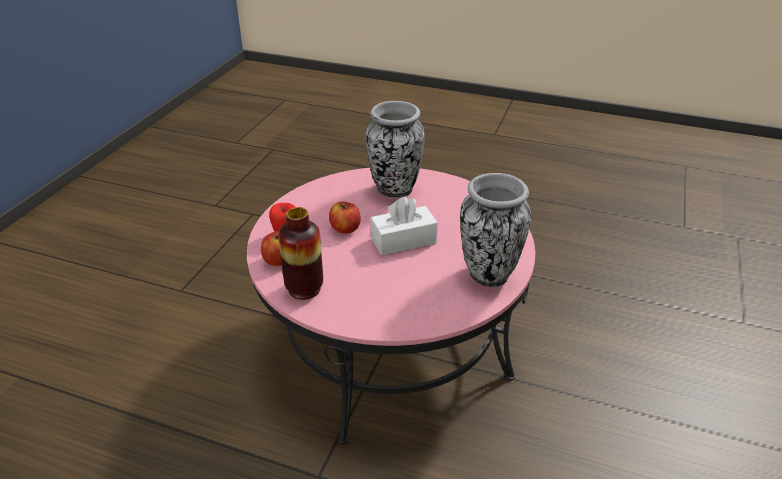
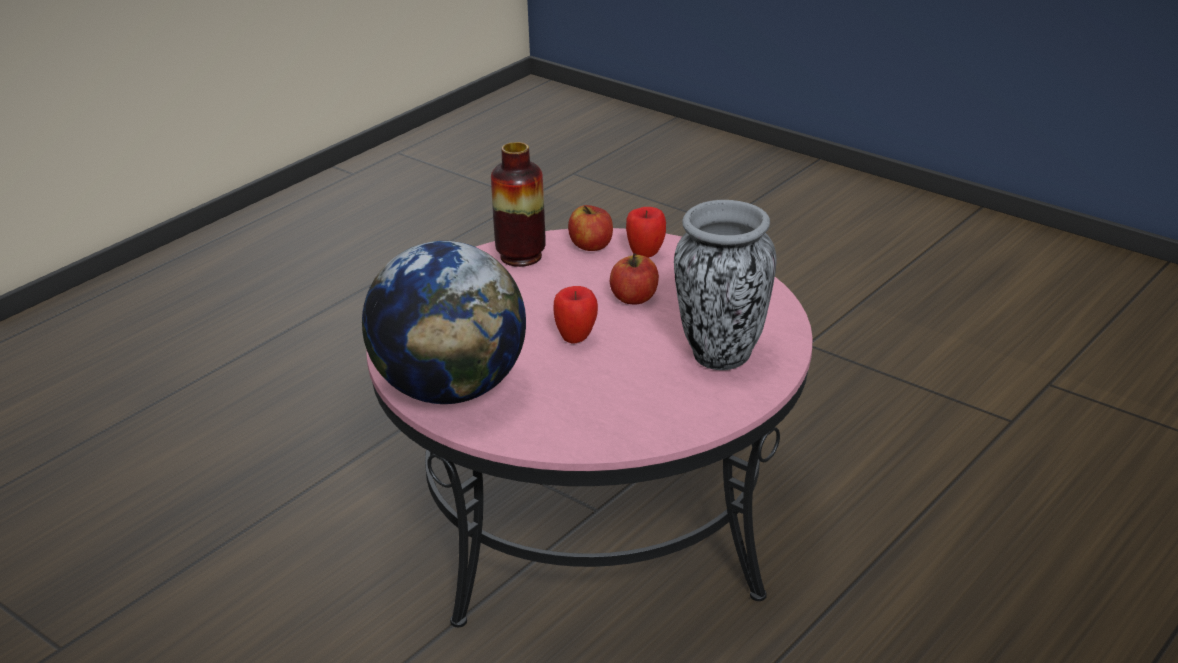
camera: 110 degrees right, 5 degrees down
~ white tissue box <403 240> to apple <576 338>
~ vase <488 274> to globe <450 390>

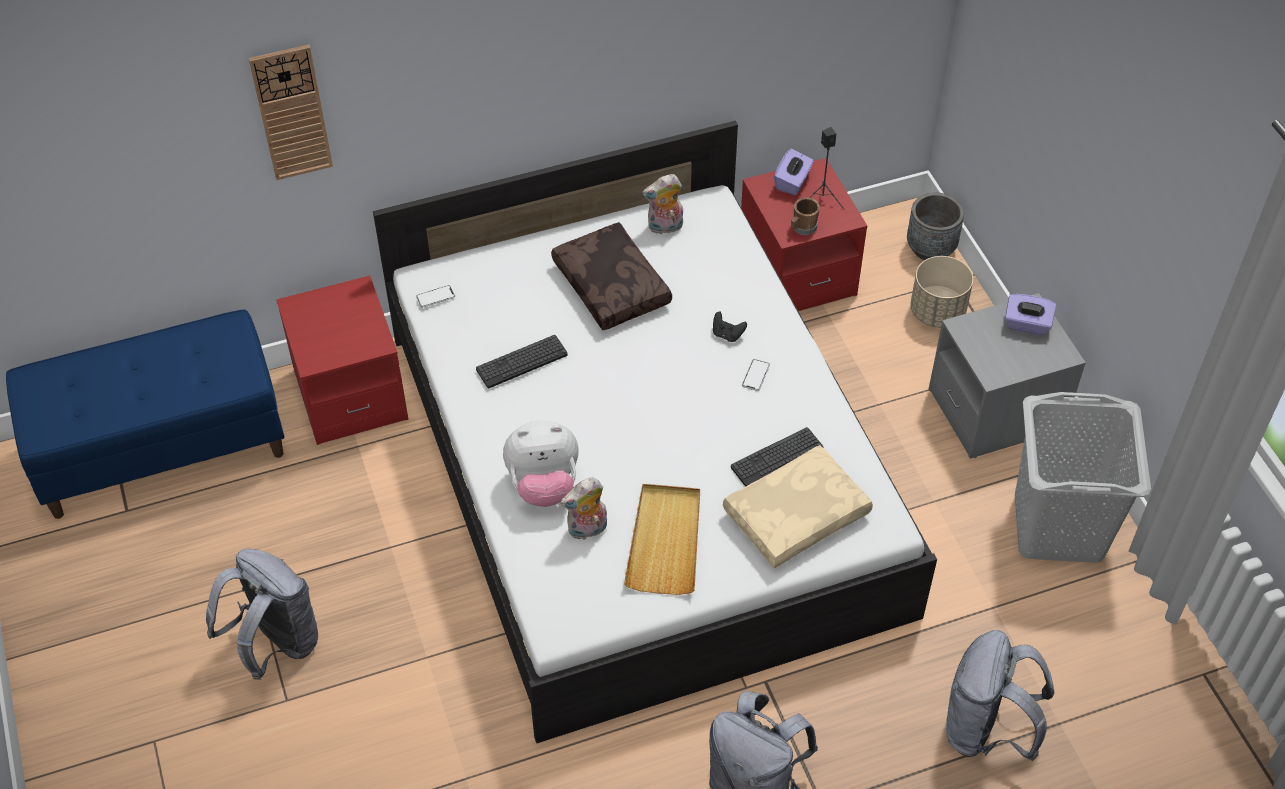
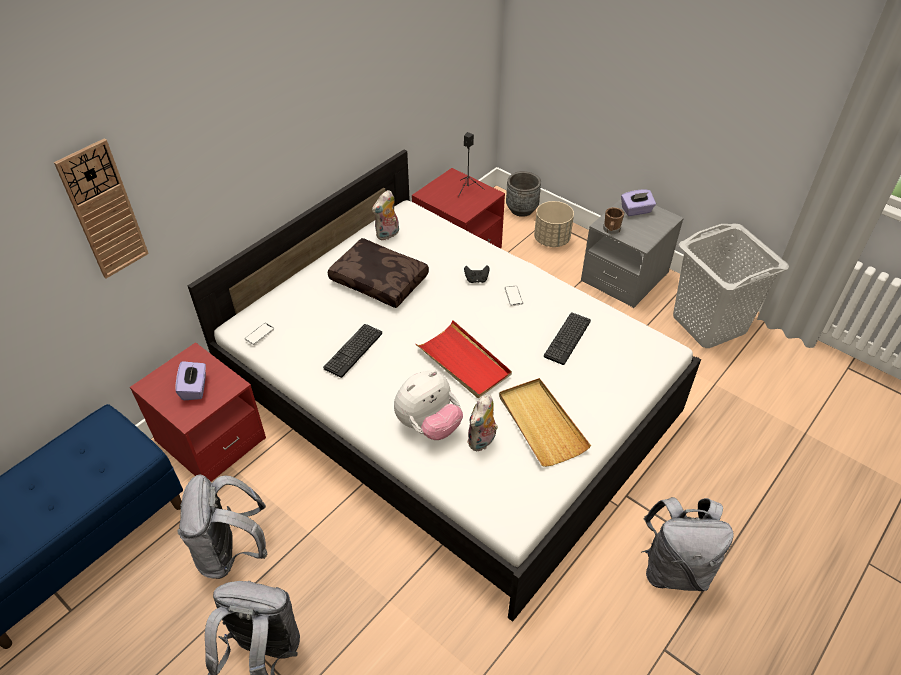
camera: 30 degrees left, 5 degrees down
- beige pillow <795 513>
+ red tray <464 362>
~ purple tissue box <792 182> to <195 388>
~ brown mug <802 228> to <611 230>
~ grey backpack <986 730> to <231 552>

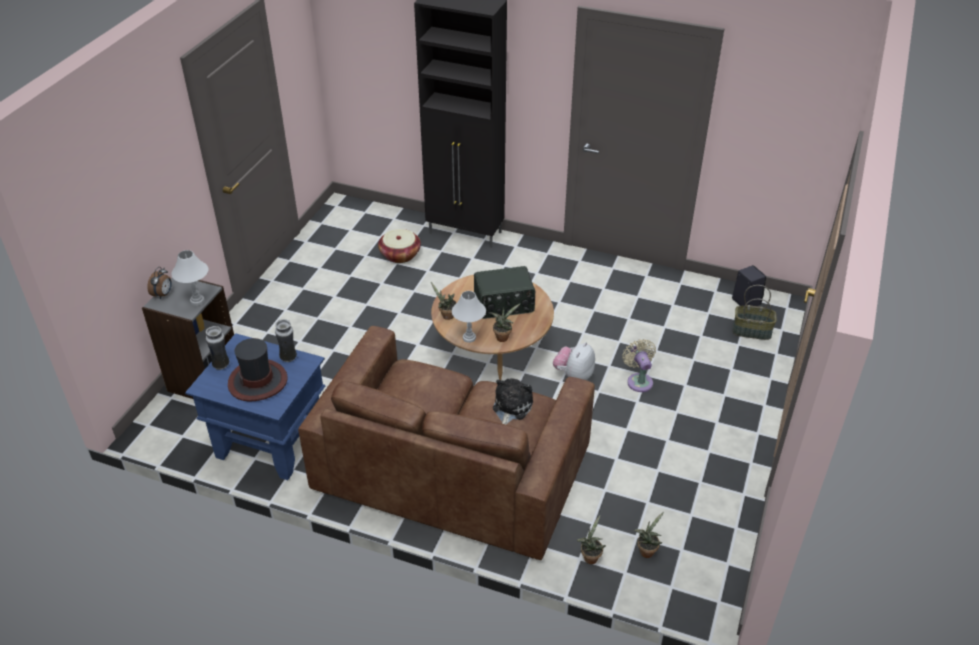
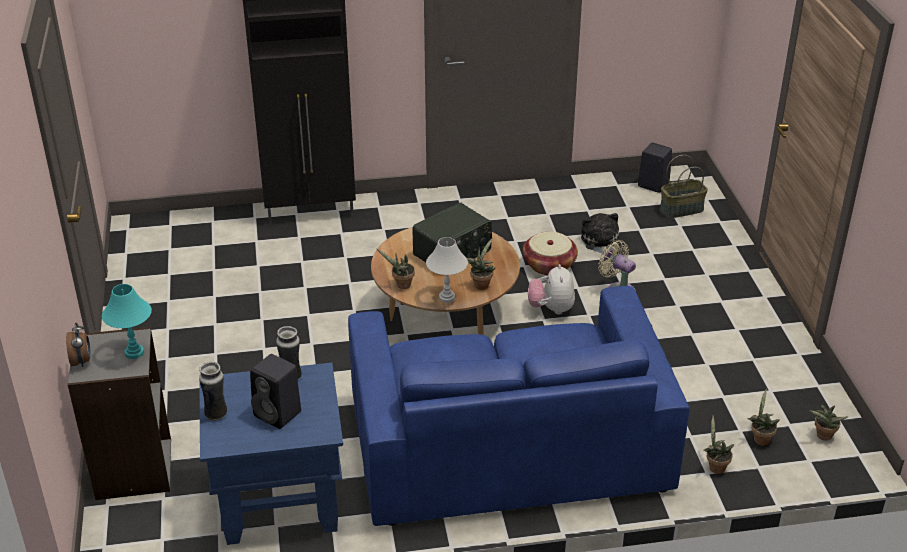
camera: 30 degrees left, 5 degrees down
+ potted plant <823 437>
~ basket <400 255> to <549 265>
~ plush toy <511 407> to <600 242>
~ hat <258 381> to black speaker <279 414>
~ white table lamp <197 300> to turquoise table lamp <134 353>
~ brown sofa <451 469> to blue sofa <507 445>

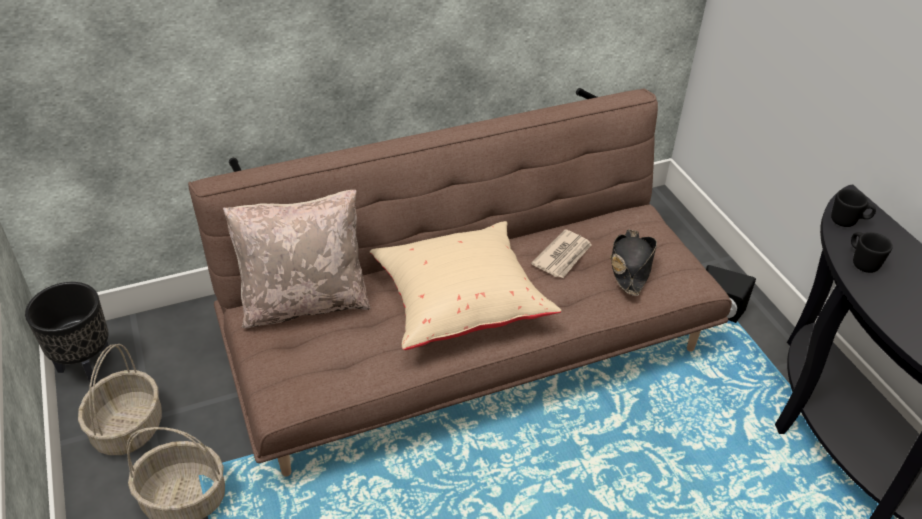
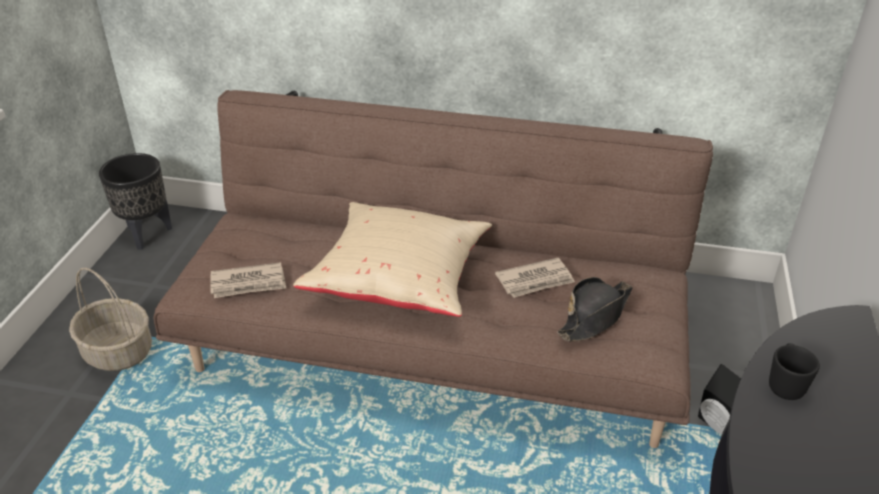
camera: 35 degrees right, 5 degrees down
- basket <128 428>
- beige pillow <305 302>
- black mug <848 222>
+ newspaper <248 283>

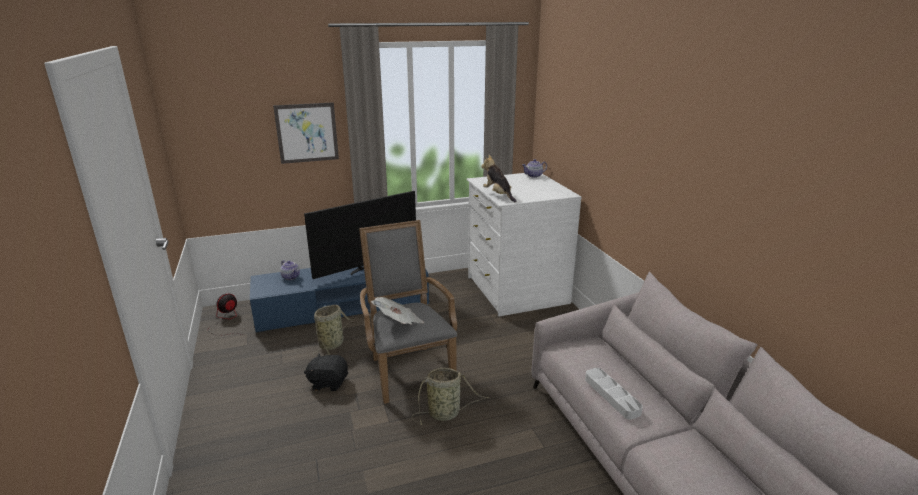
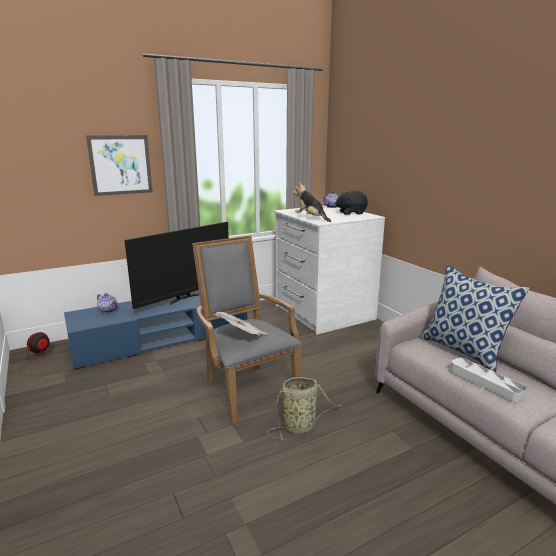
camera: 10 degrees left, 5 degrees down
- basket <332 344>
+ pillow <463 351>
~ black plush toy <328 382> to <351 213>

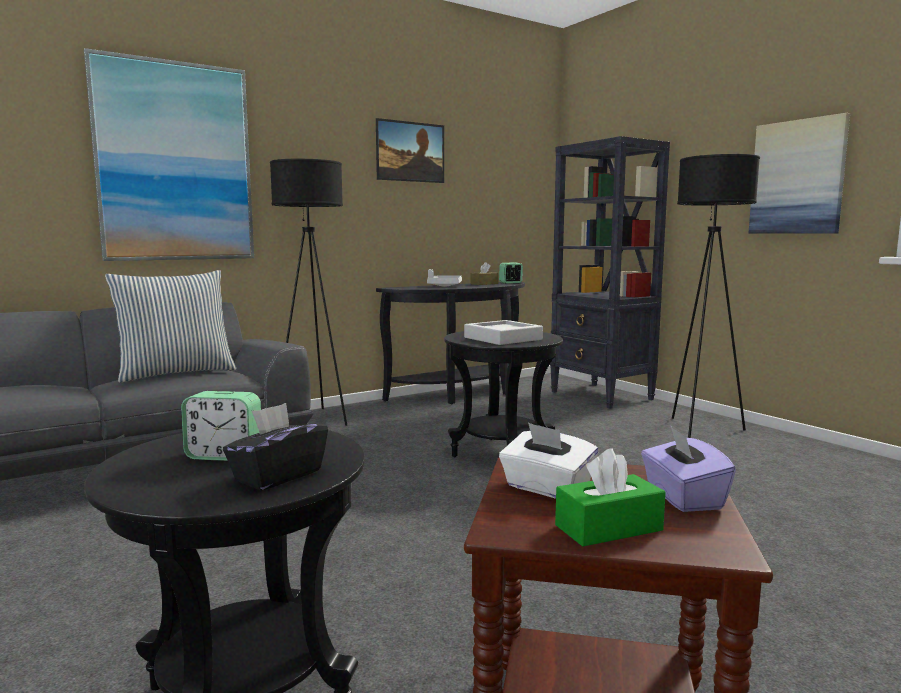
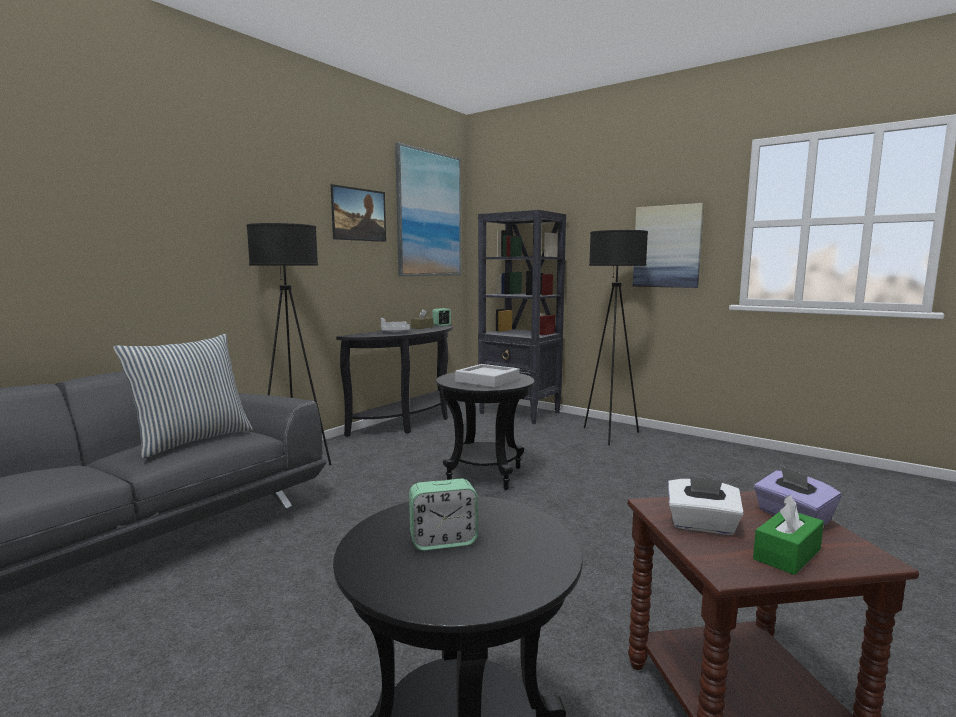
camera: 20 degrees left, 0 degrees up
- black tissue box <277 476>
~ picture <175 162> to <429 214>

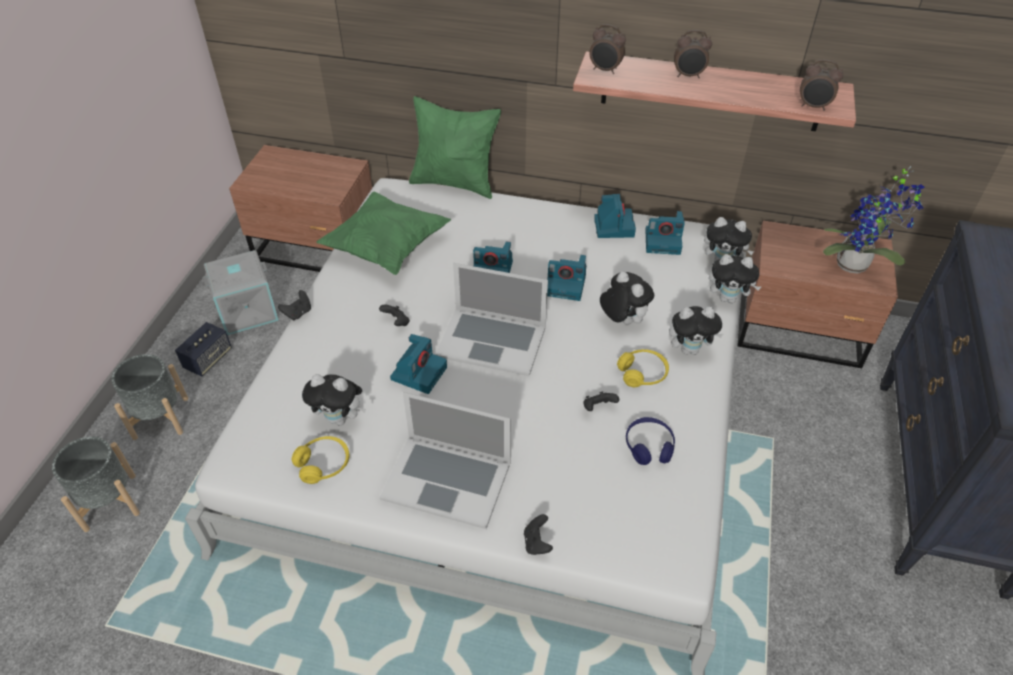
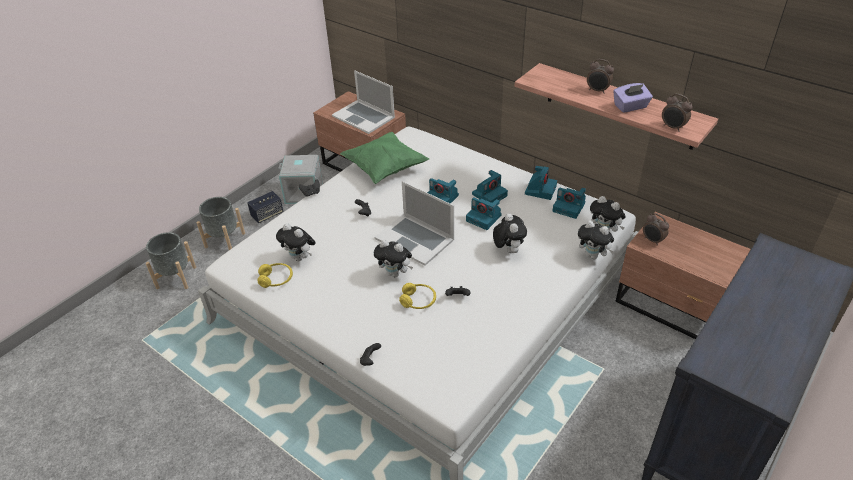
camera: 25 degrees right, 5 degrees down
- green pillow <455 183>
- blue headphones <649 446>
- potted plant <856 266>
+ purple tissue box <630 107>
~ laptop <447 480> to <363 116>
~ photo camera <419 372> to <489 194>
~ alarm clock <605 70> to <652 240>
~ yellow headphones <642 373> to <418 301>
~ plush toy <690 349> to <395 273>

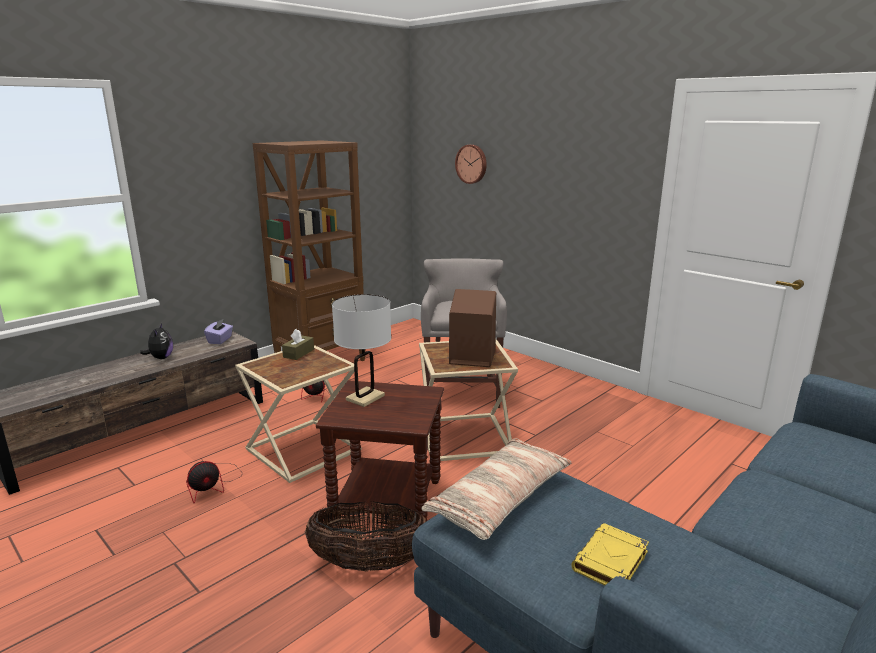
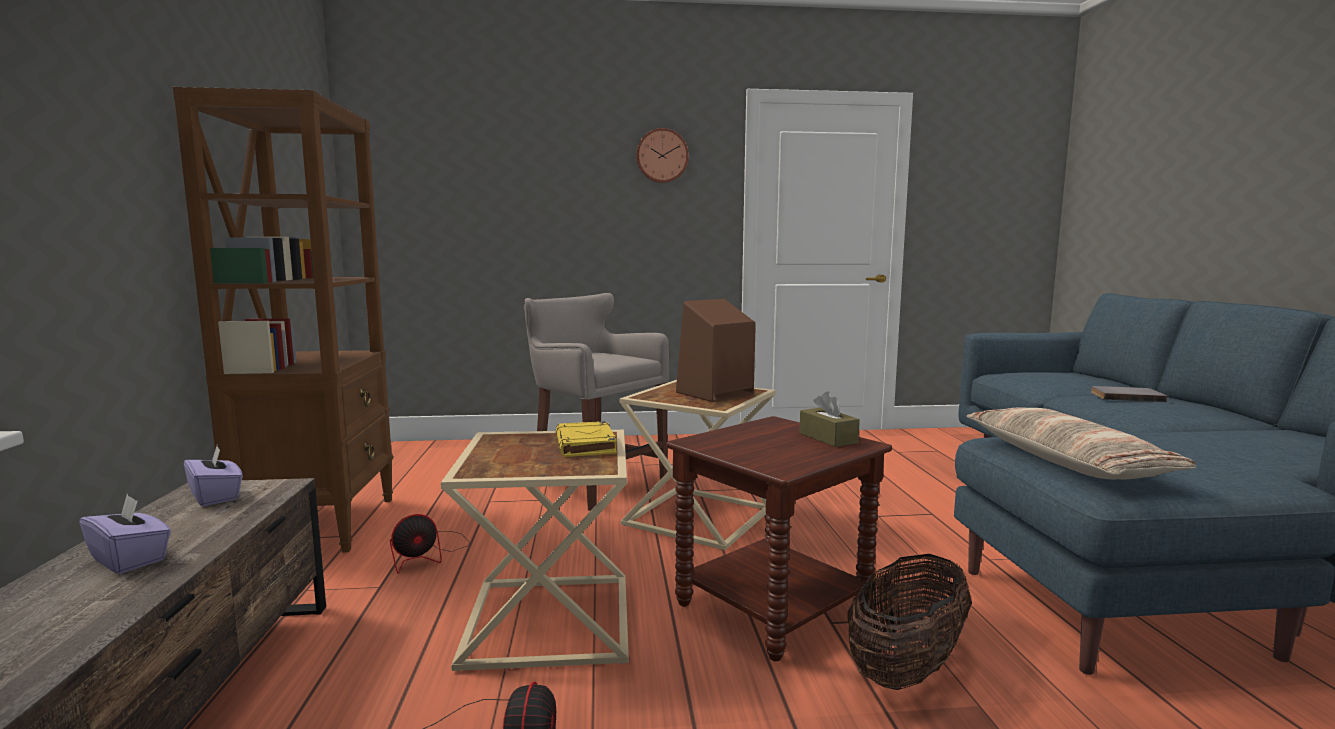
camera: 50 degrees left, 10 degrees down
- white table lamp <365 398>
+ grey book <1125 396>
~ brown tissue box <298 353> to <828 438>
~ wall clock <472 164> to <662 156>
~ yellow book <610 562> to <586 445>
~ plush toy <161 358> to purple tissue box <130 559>

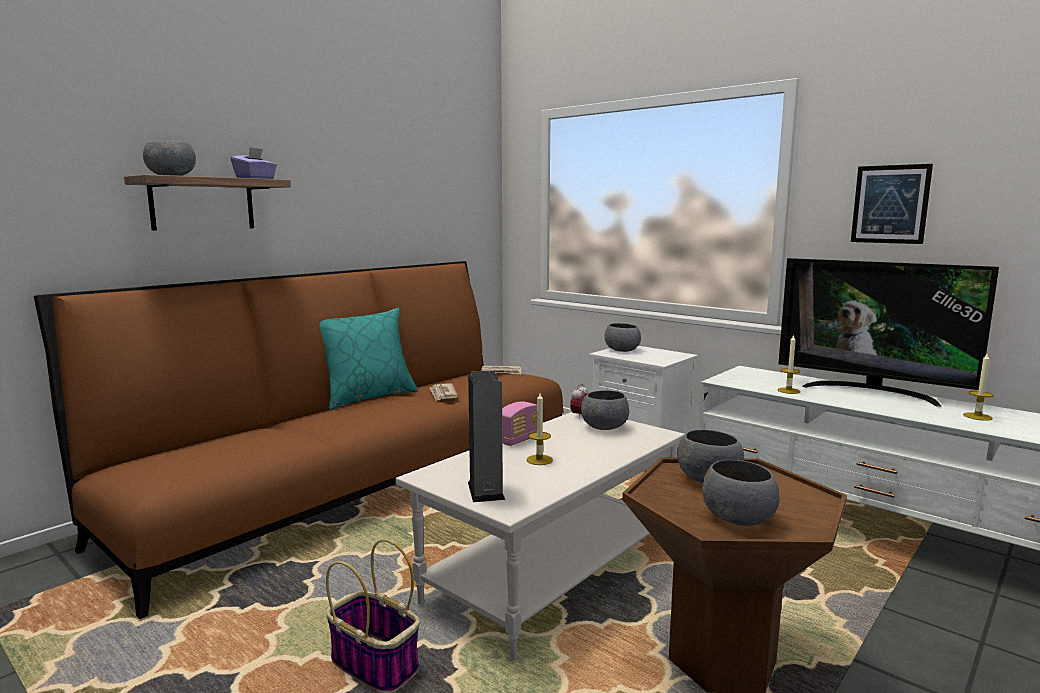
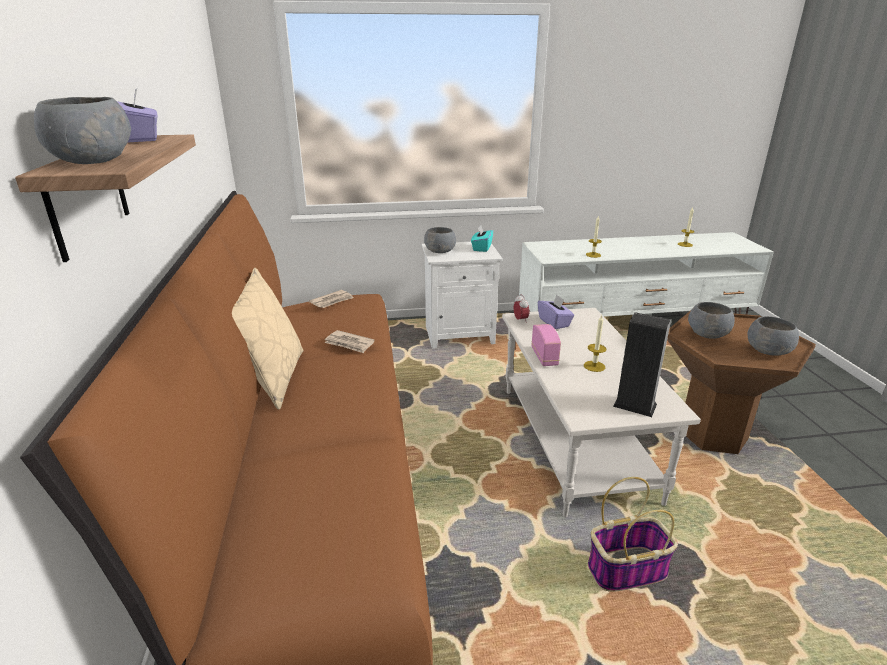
camera: 50 degrees left, 15 degrees up
- television <871 391>
- picture <890 204>
+ turquoise tissue box <481 248>
~ grey bowl <604 427> to purple tissue box <554 322>
~ turquoise pillow <368 397> to beige pillow <273 378>

